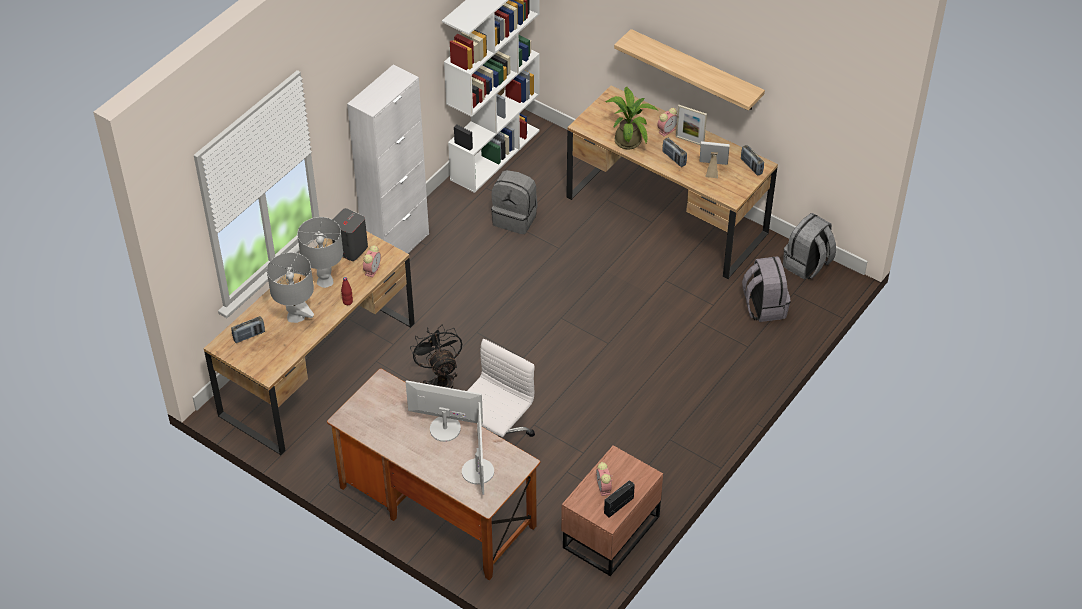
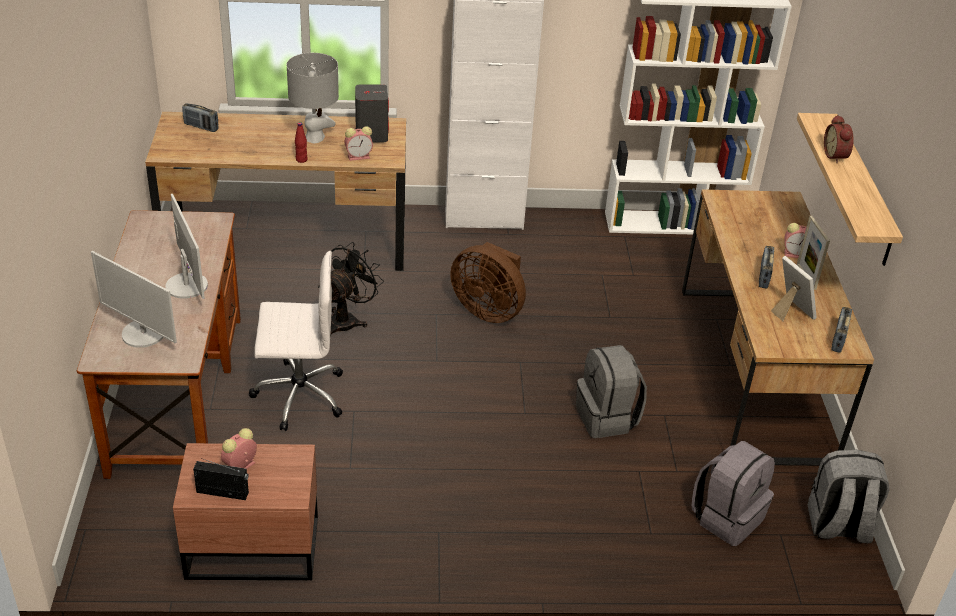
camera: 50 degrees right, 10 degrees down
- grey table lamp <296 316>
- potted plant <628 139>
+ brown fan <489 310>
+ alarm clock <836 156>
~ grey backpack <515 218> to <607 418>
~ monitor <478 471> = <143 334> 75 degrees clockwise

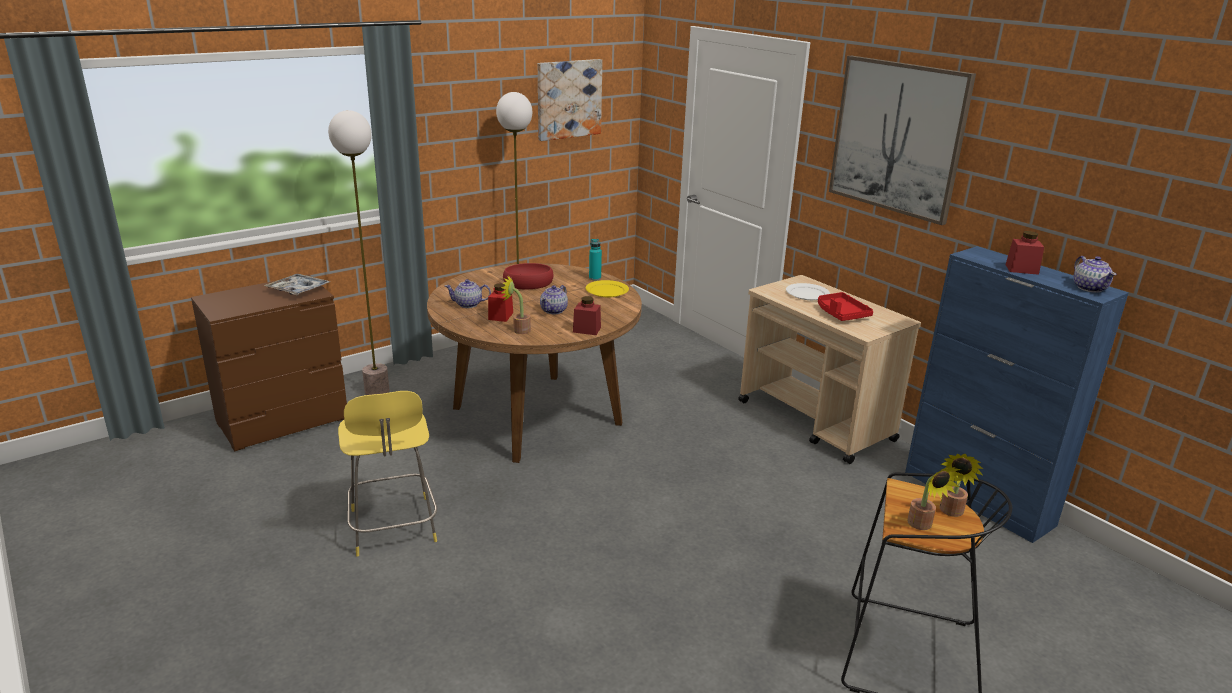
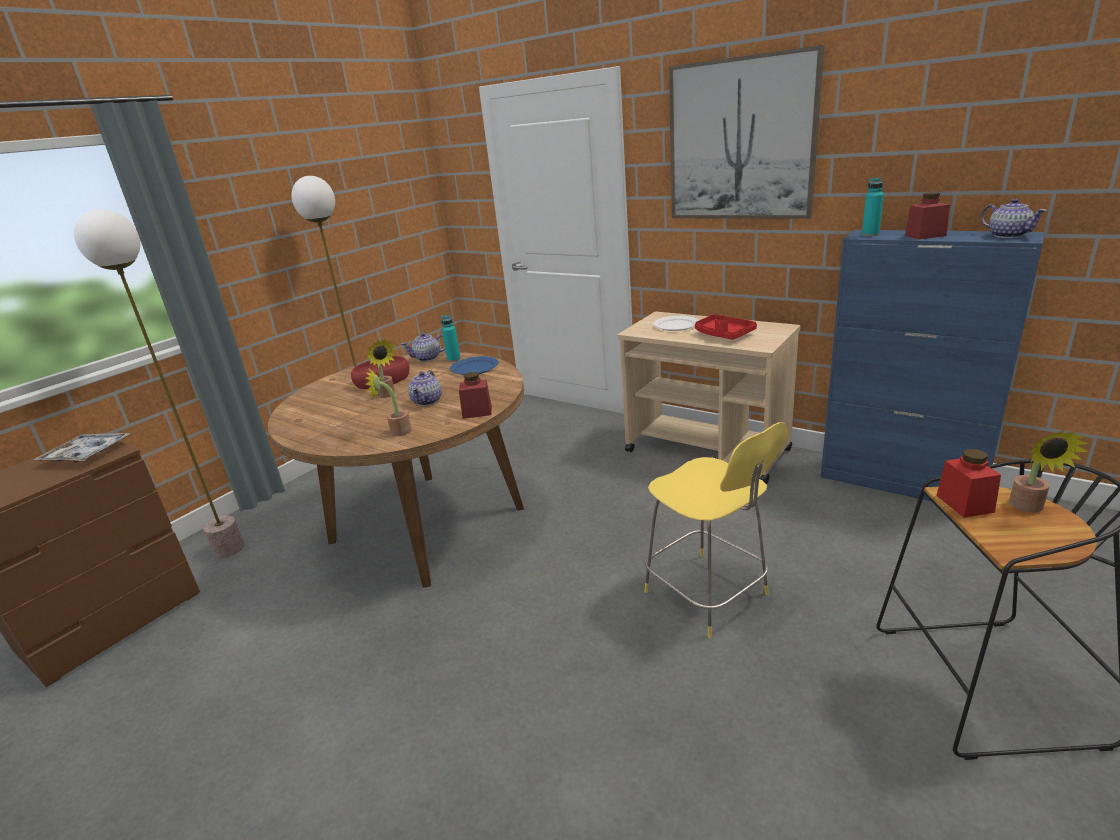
camera: 15 degrees left, 0 degrees up
- picture <568 99>
+ turquoise bottle <870 234>
~ yellow stool <393 528> to <709 595>
~ teapot <468 304> to <428 358>
~ red jar <500 316> to <964 503>
~ potted plant <922 526> to <387 395>
~ yellow plate <606 291> to blue plate <474 368>

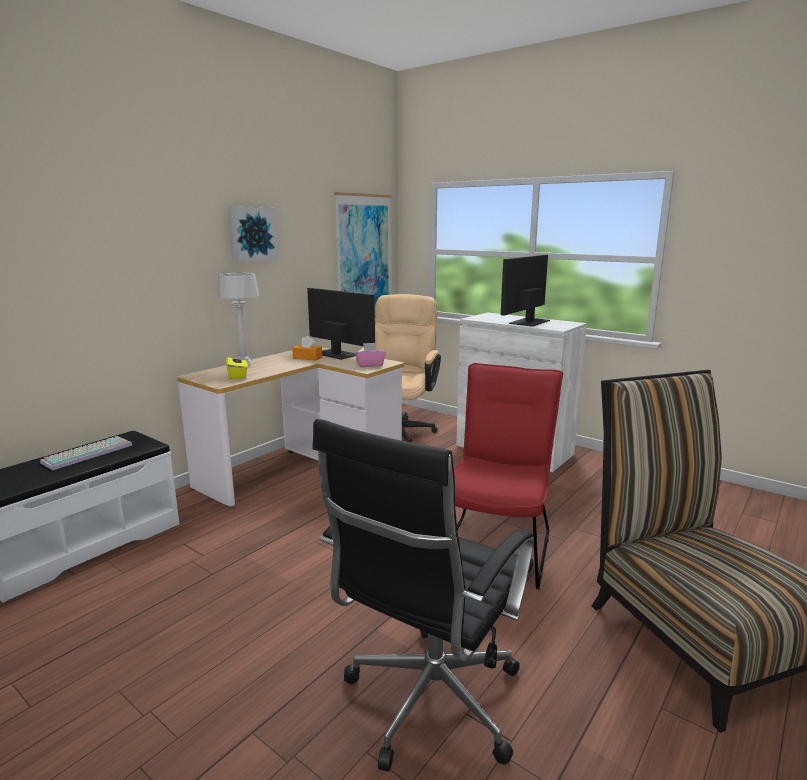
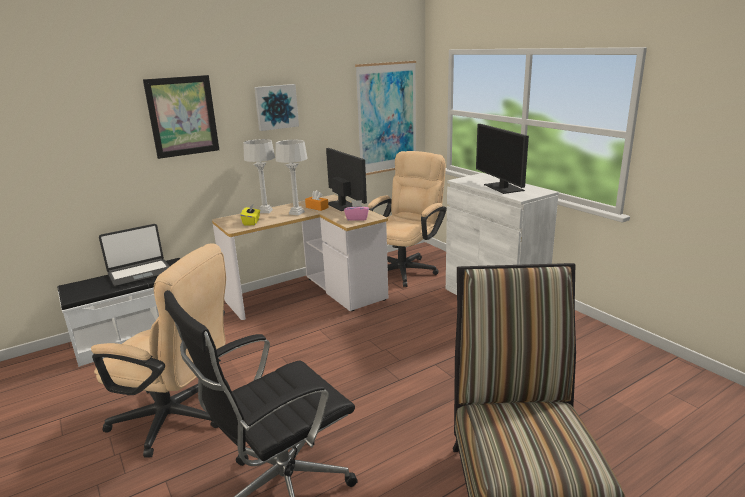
camera: 20 degrees right, 5 degrees up
- red chair <498 545>
+ beige office chair <178 419>
+ picture <182 116>
+ grey table lamp <296 213>
~ keyboard <88 453> to laptop <140 273>
~ monitor <529 322> = <503 188> 75 degrees counterclockwise

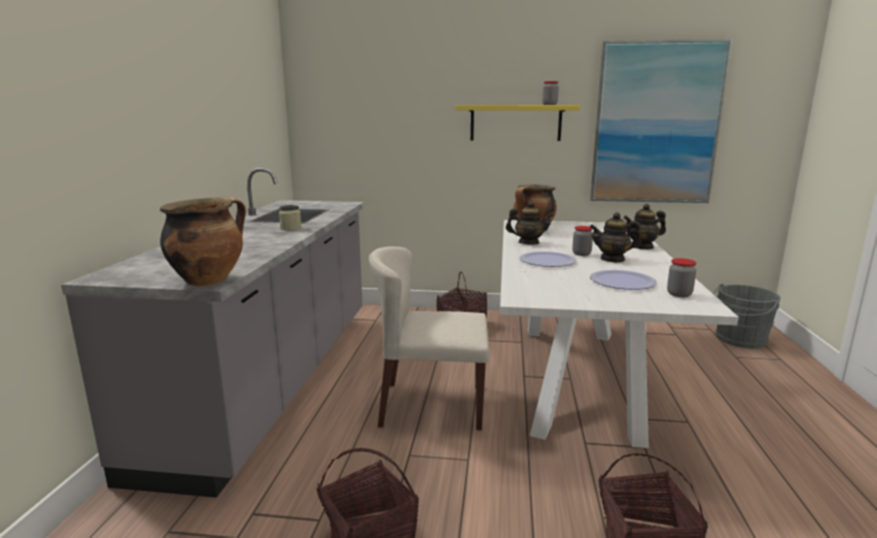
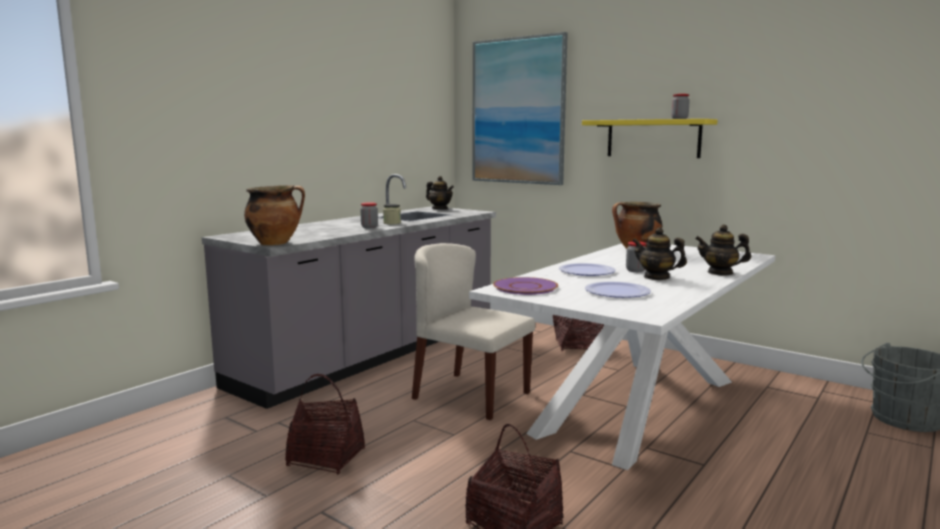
camera: 30 degrees right, 5 degrees down
+ purple plate <524 287>
~ teapot <528 243> to <440 209>
~ picture <656 124> to <518 111>
~ jar <679 294> to <369 227>

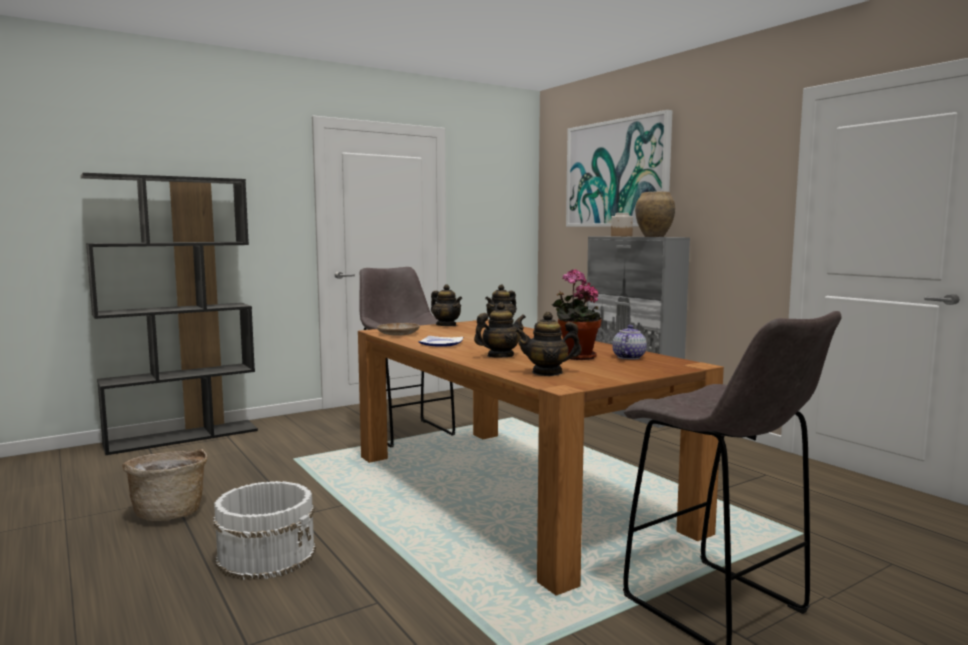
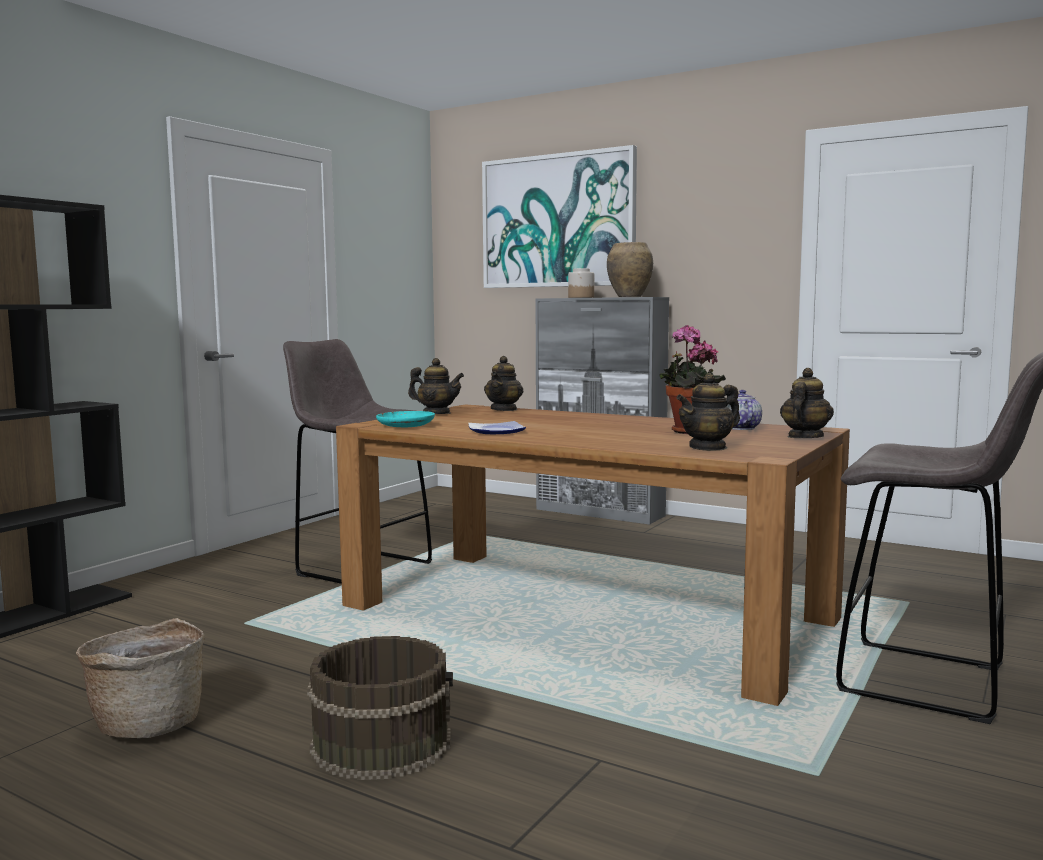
camera: 25 degrees left, 0 degrees up
~ teapot <500 356> to <804 437>
~ white bucket <267 555> to brown bucket <382 743>
~ beige plate <398 334> to turquoise plate <406 426>

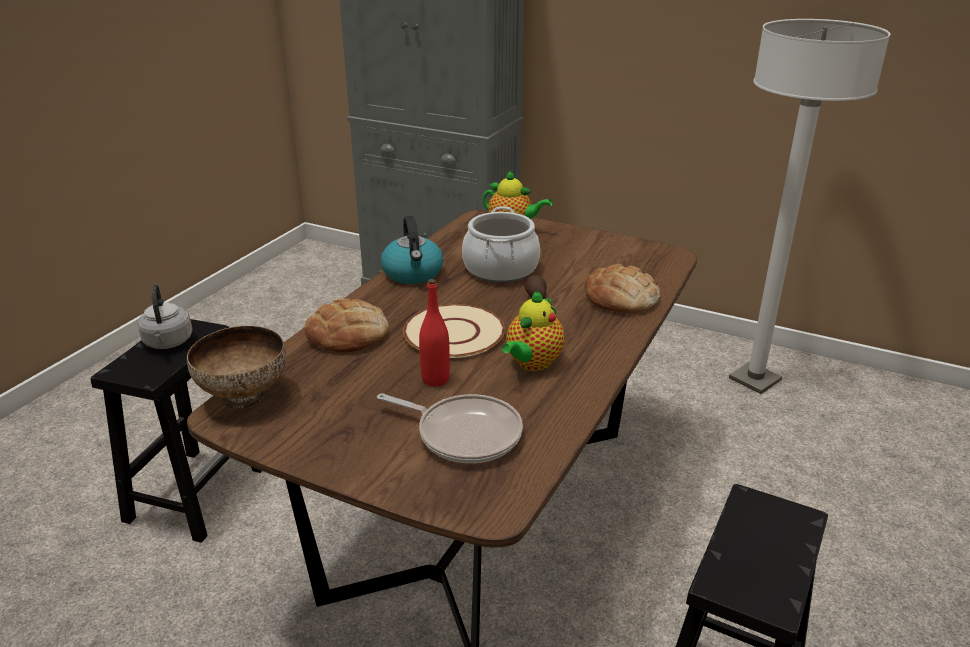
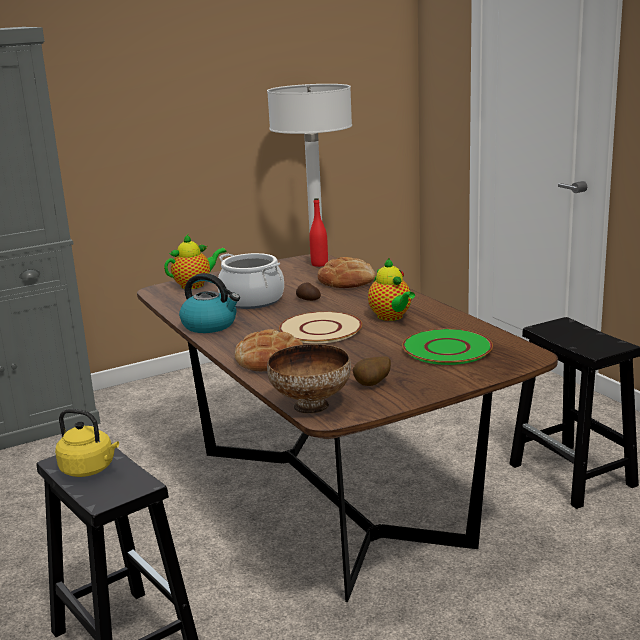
camera: 55 degrees left, 10 degrees down
+ potato <373 385>
~ red bottle <435 379> to <319 264>
~ frying pan <464 434> to green plate <446 348>
~ grey kettle <168 343> to yellow kettle <90 469>

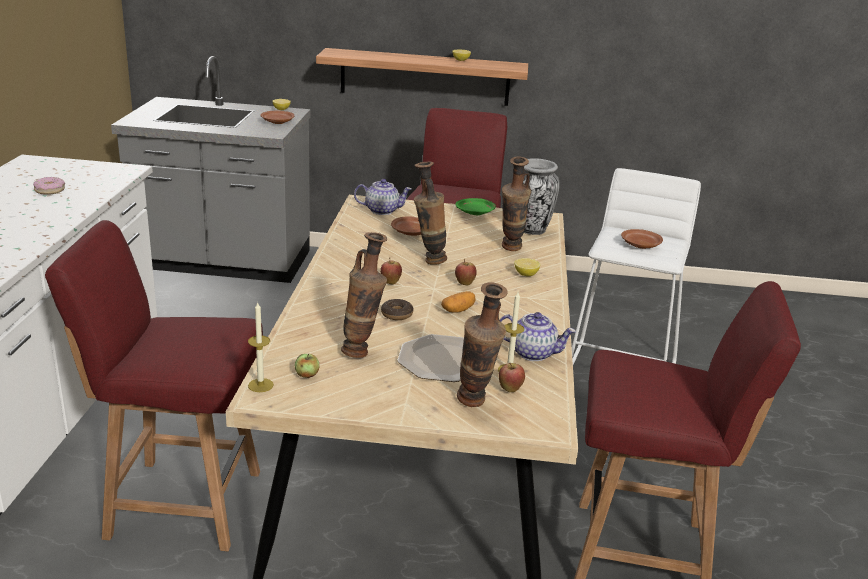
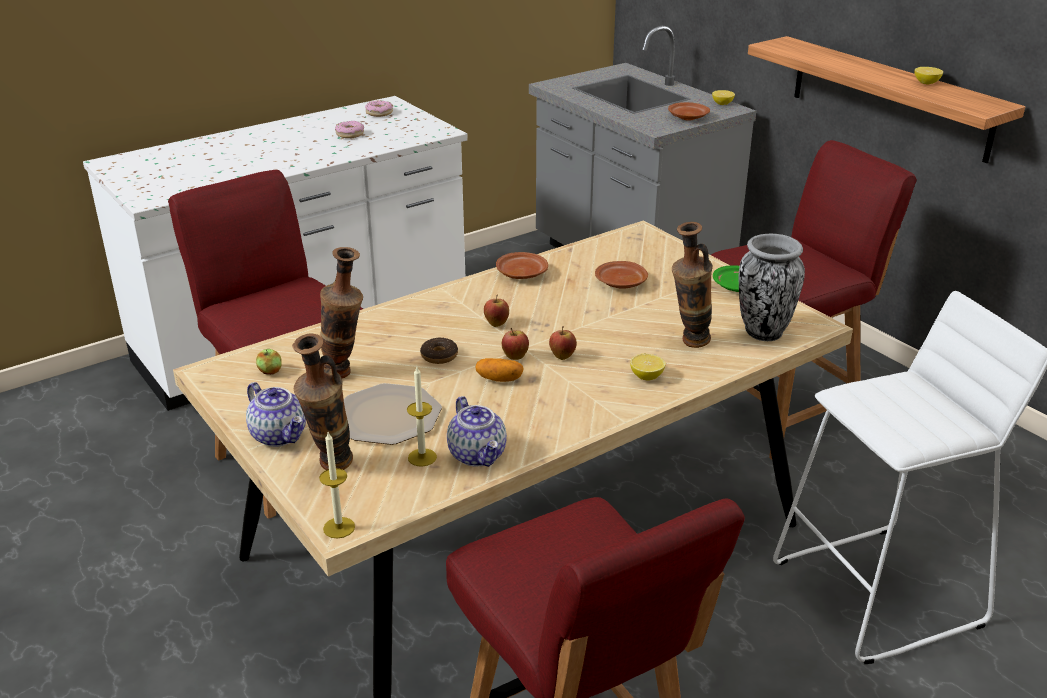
camera: 50 degrees right, 5 degrees up
- vase <428 260>
+ donut <379 113>
~ candle <260 385> to <339 527>
~ teapot <382 210> to <280 435>
~ apple <510 390> to <515 357>
~ brown plate <640 245> to <521 273>

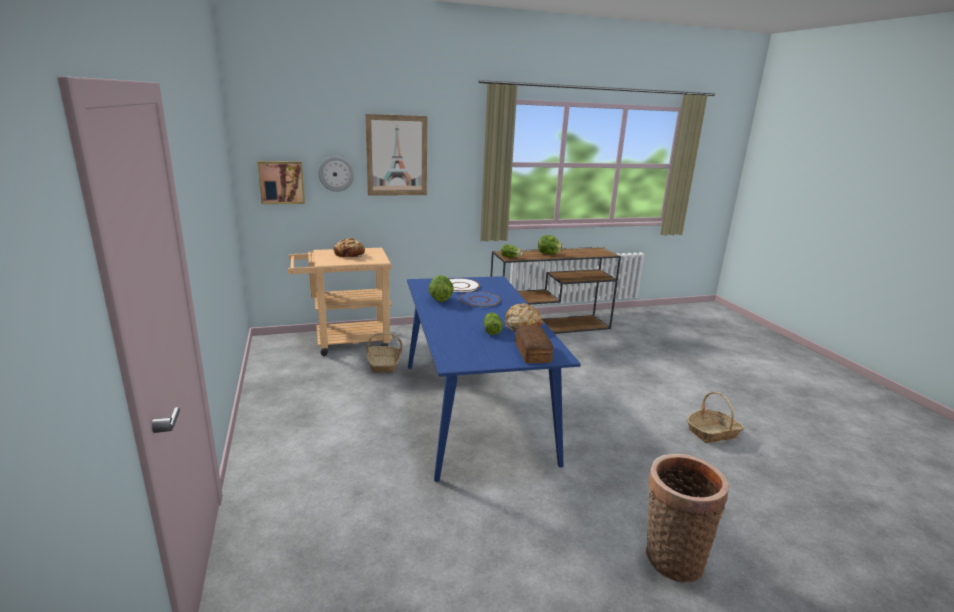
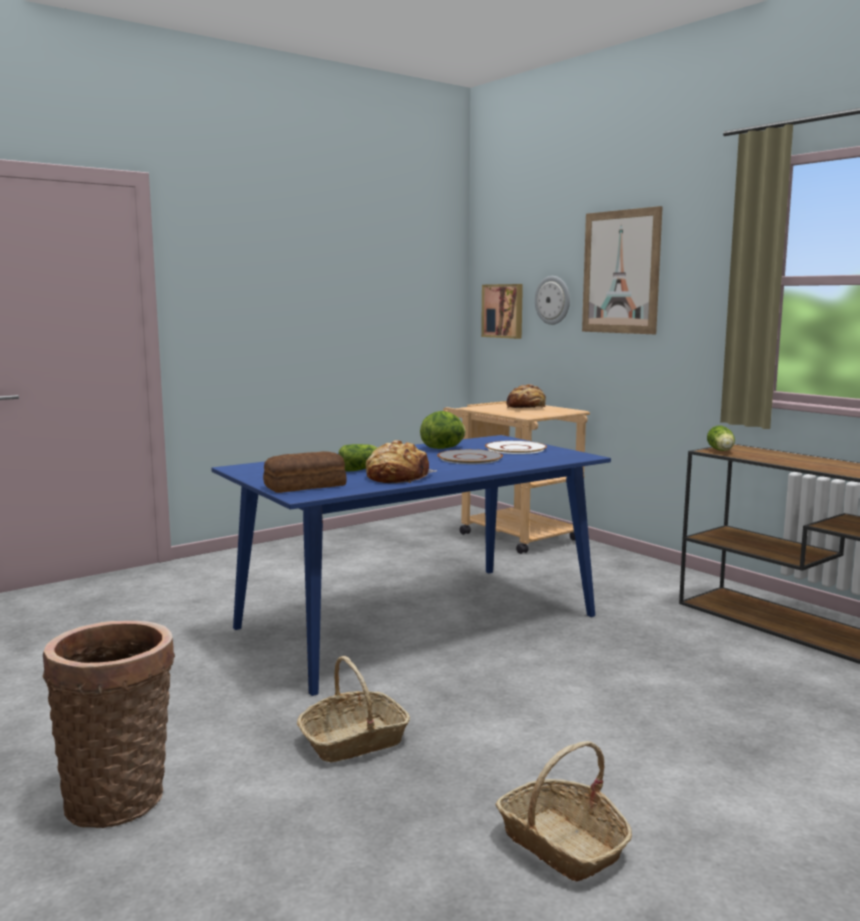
camera: 70 degrees right, 10 degrees down
- lettuce <548 254>
~ basket <384 364> to <354 741>
~ blue plate <479 300> to grey plate <469 458>

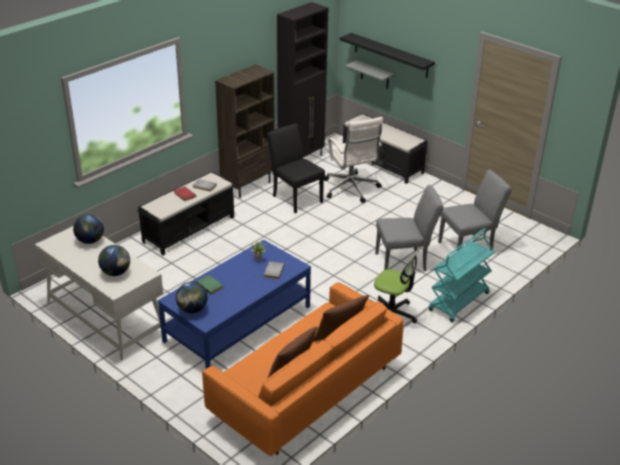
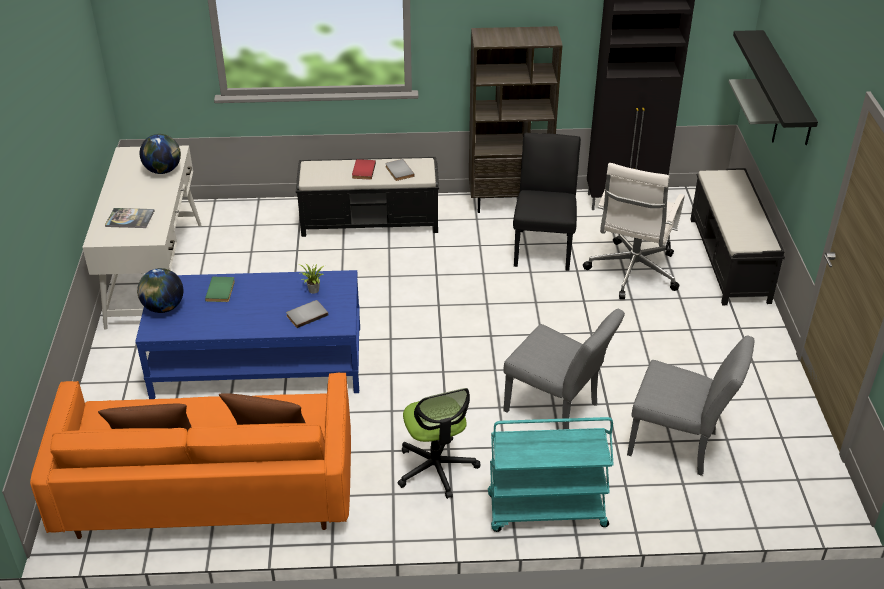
camera: 45 degrees right, 5 degrees up
~ globe <116 273> to book <130 219>

